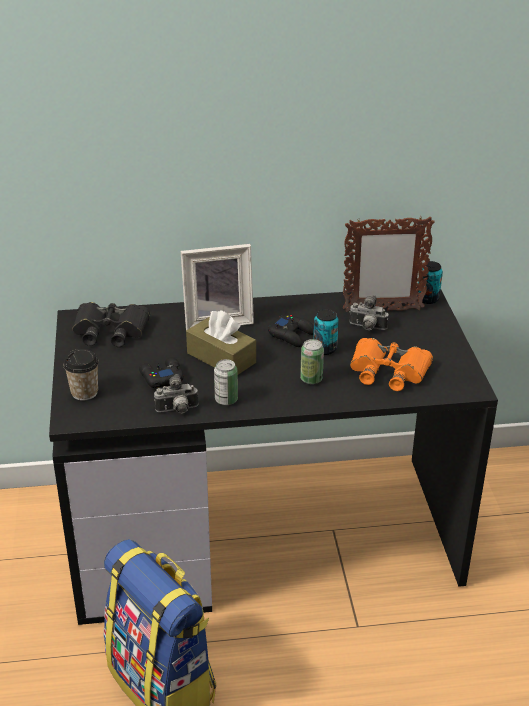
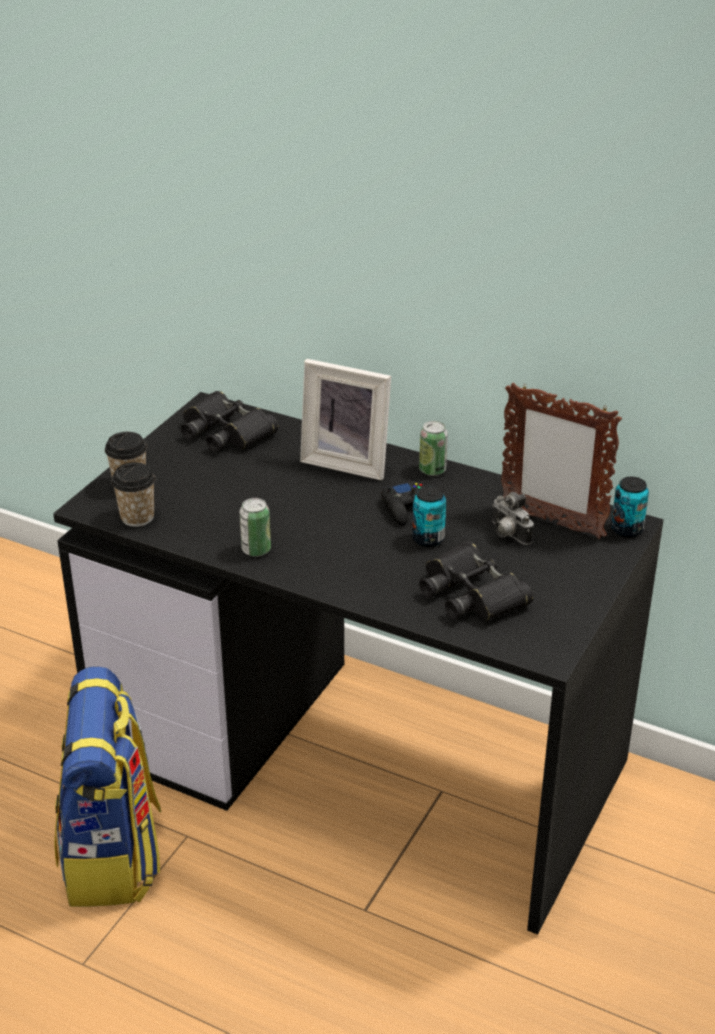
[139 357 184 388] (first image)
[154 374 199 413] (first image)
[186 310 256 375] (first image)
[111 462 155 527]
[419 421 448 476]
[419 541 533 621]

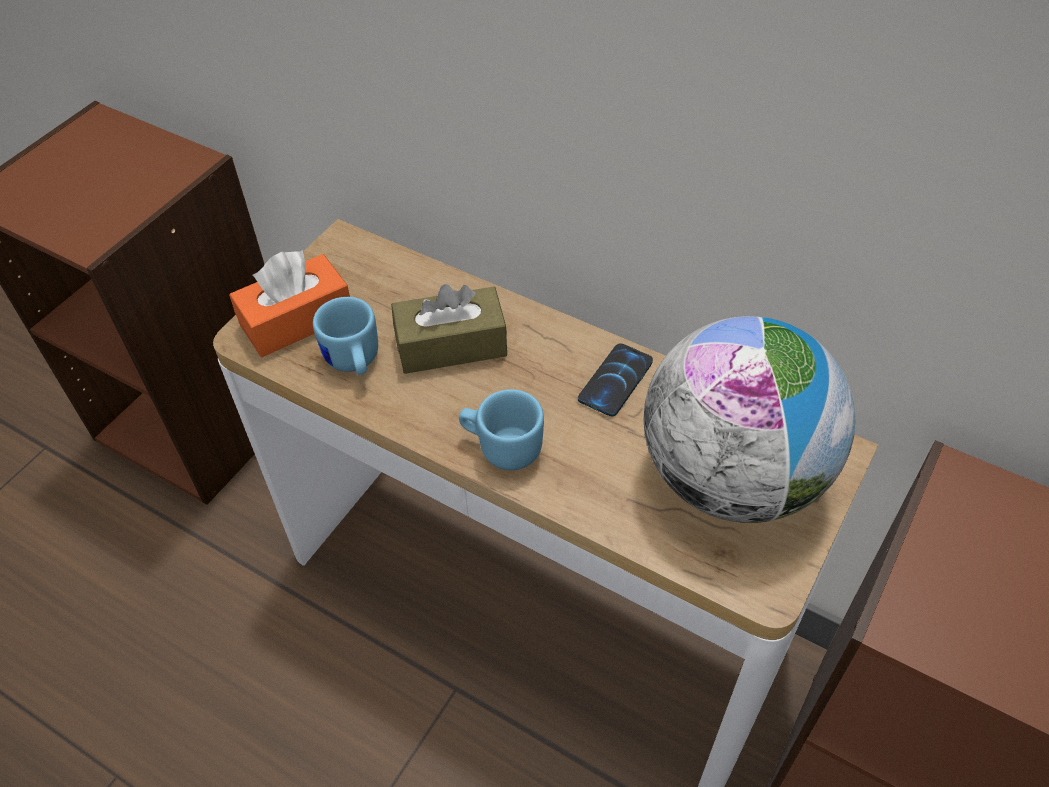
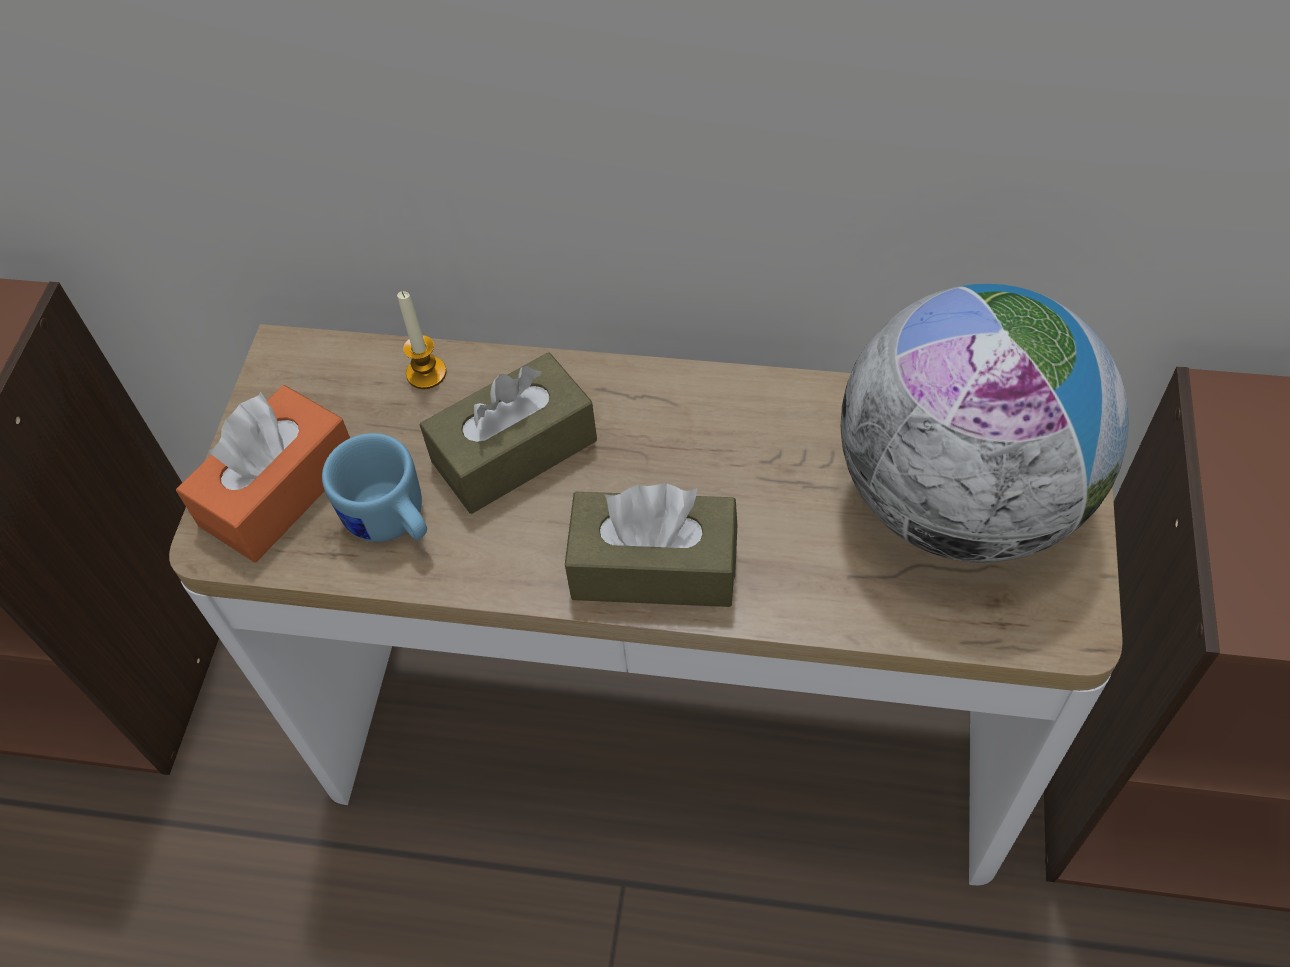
[578 343 653 417] (first image)
[397 291 447 389]
[565 483 737 607]

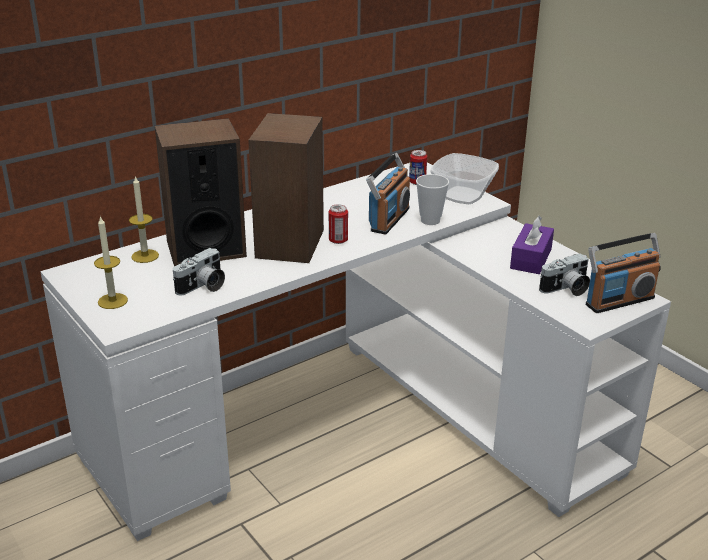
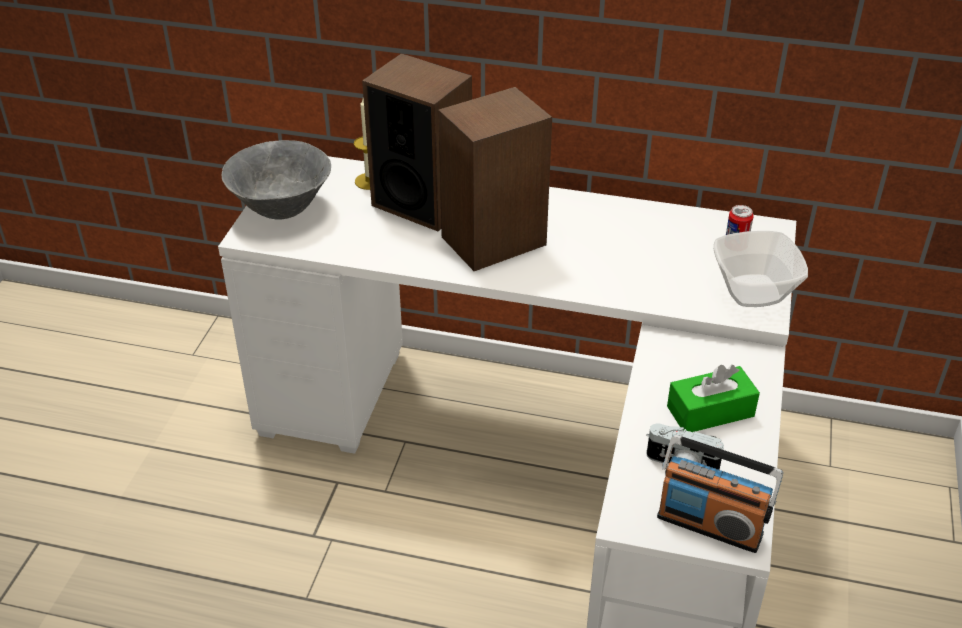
[173 248 225 295] (first image)
[329 204 348 244] (first image)
[366 153 410 234] (first image)
[416 174 449 225] (first image)
[222 140 331 220]
[667 365 760 432]

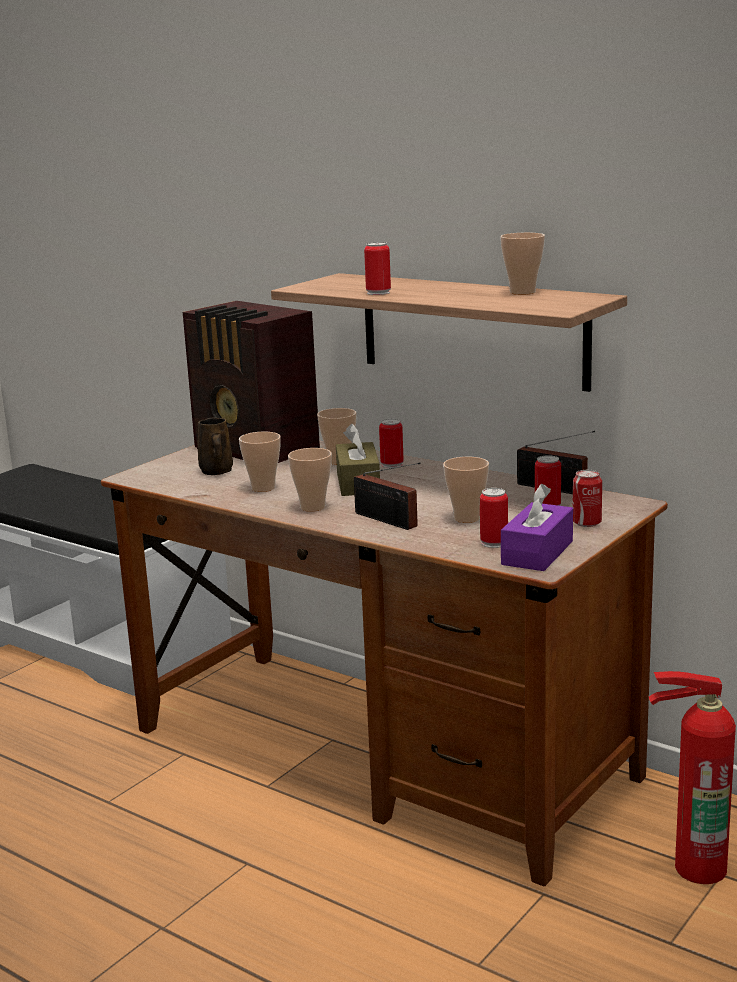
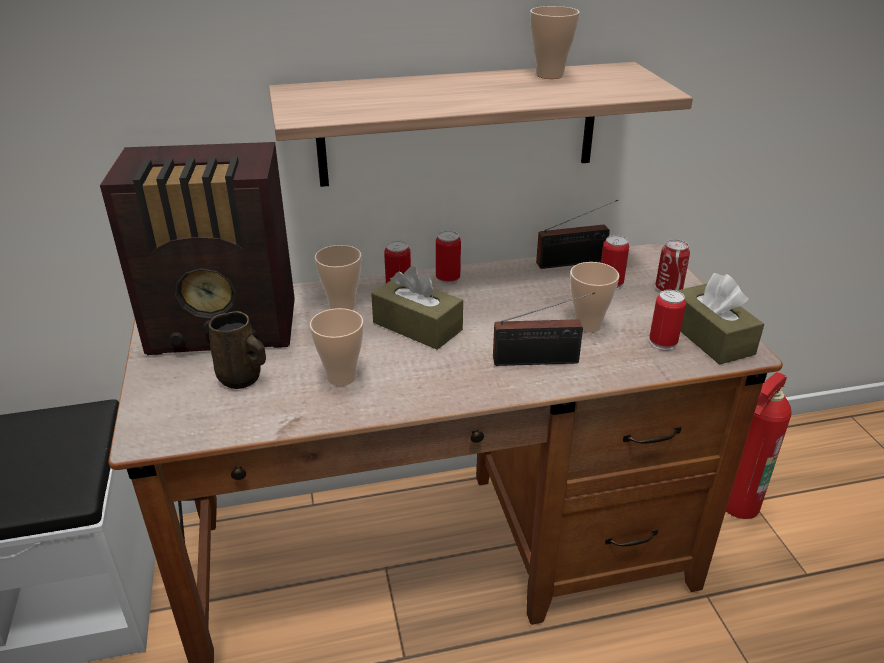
[288 448 332 512] (first image)
[436 231 461 285]
[676 273 764 365]

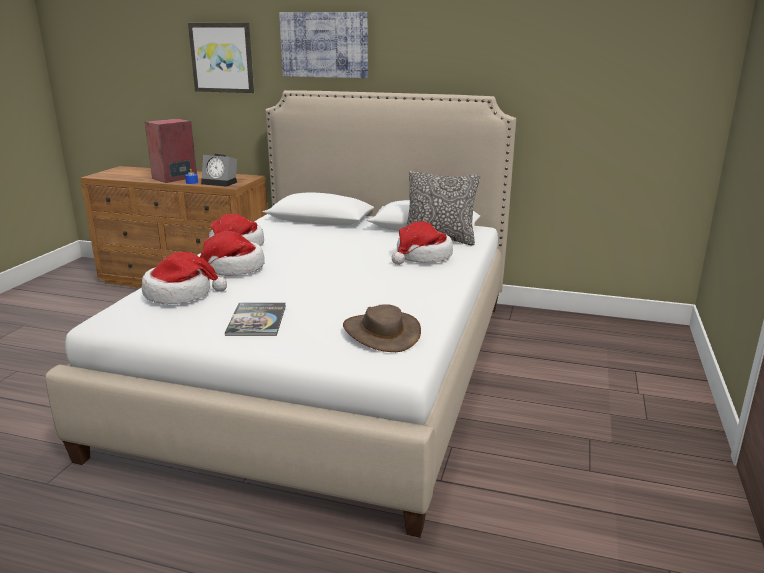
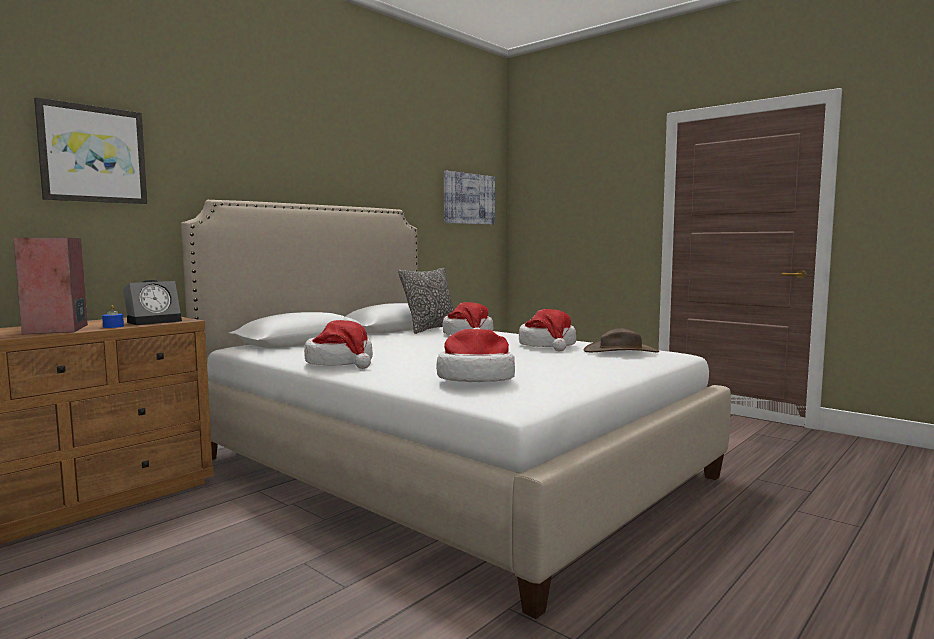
[225 303 286 336] (first image)
[519 309 576 352]
[444 171 495 225]

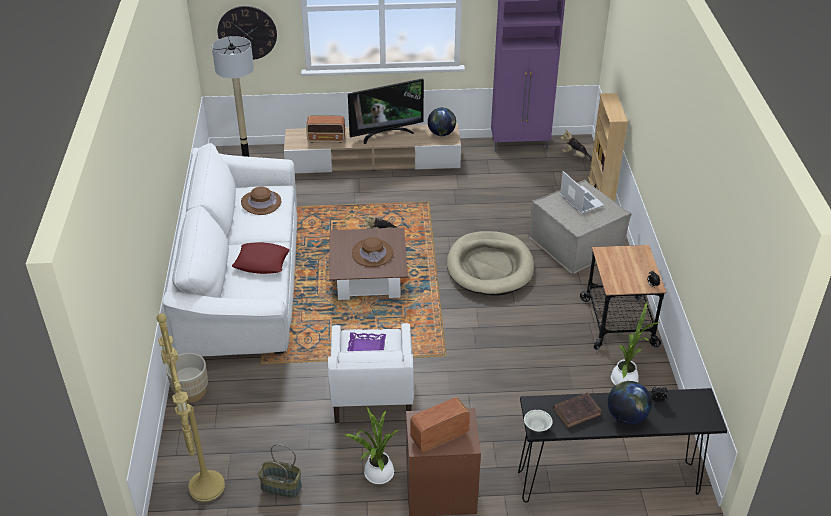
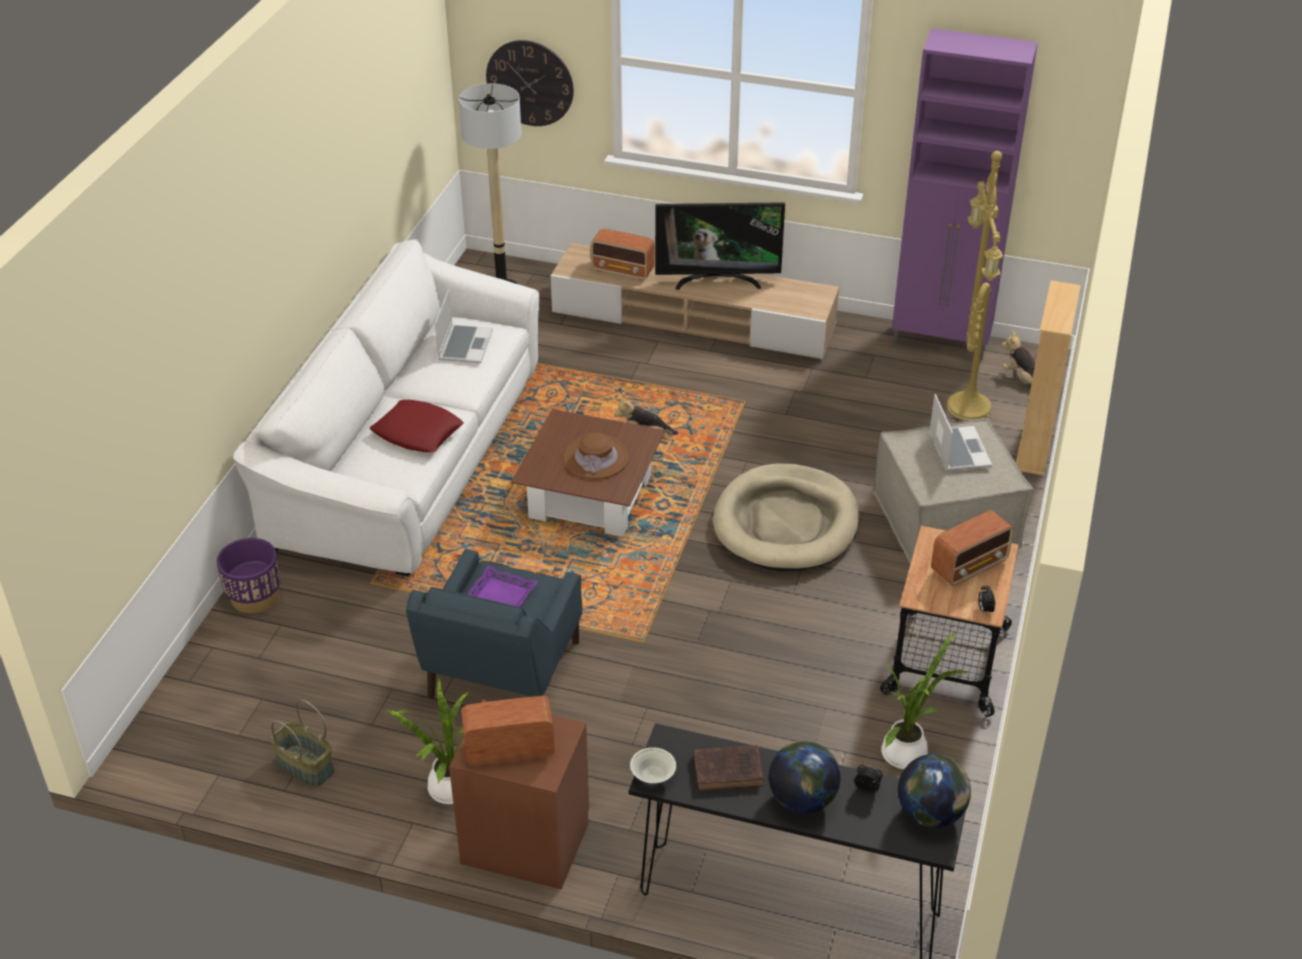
[931 510 1014 586]
[947 151 1003 421]
[898 754 971 828]
[435 290 493 363]
[216 538 280 613]
[406 549 582 699]

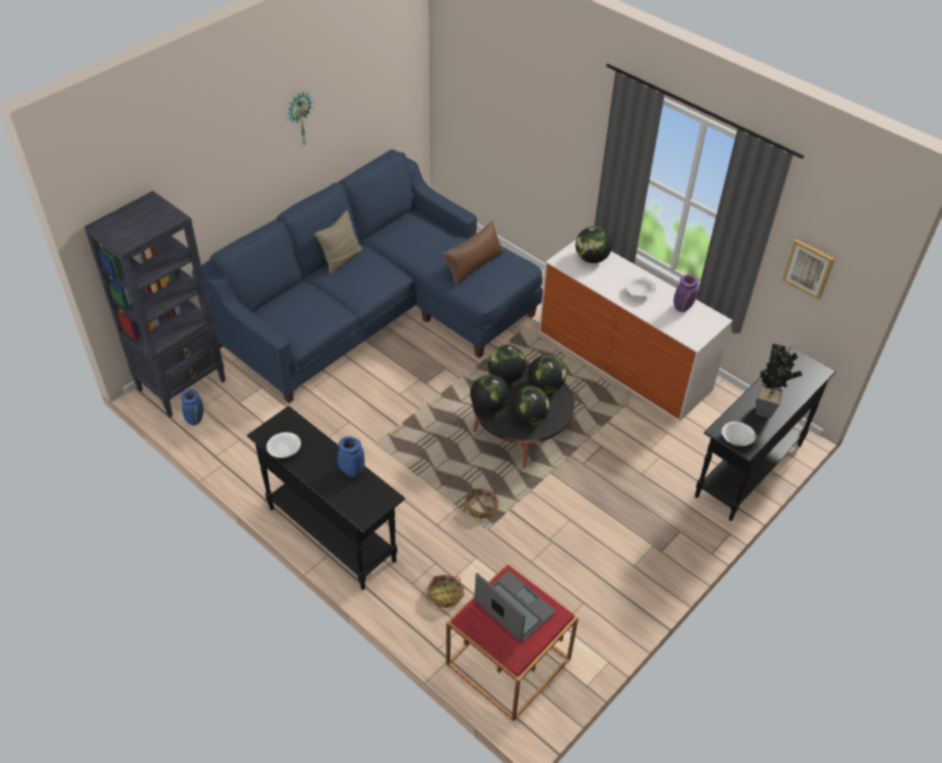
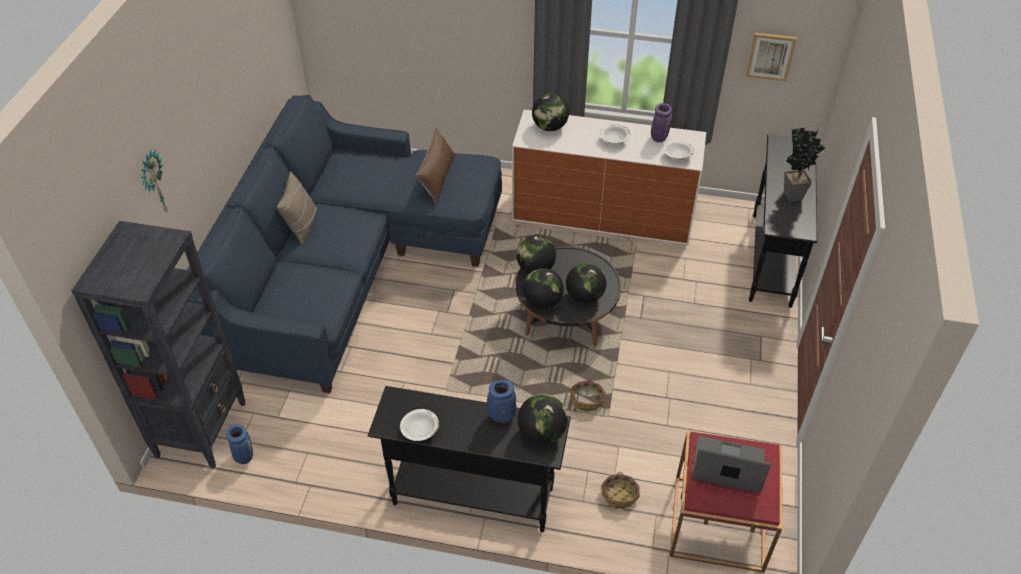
[141 150 168 212]
[518 394 568 445]
[664 141 694 160]

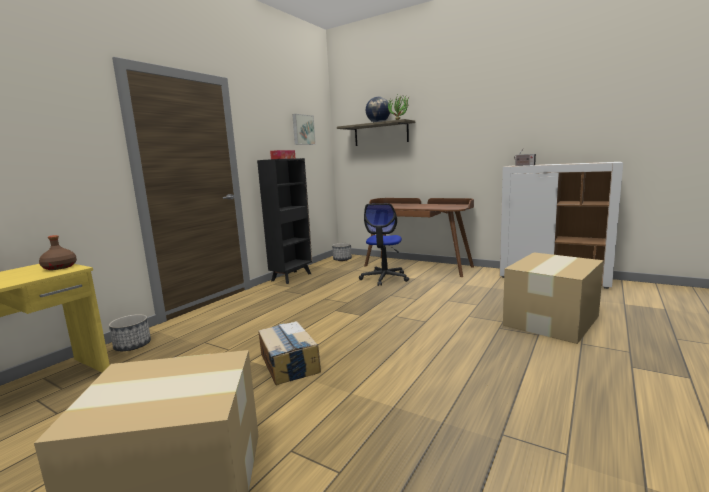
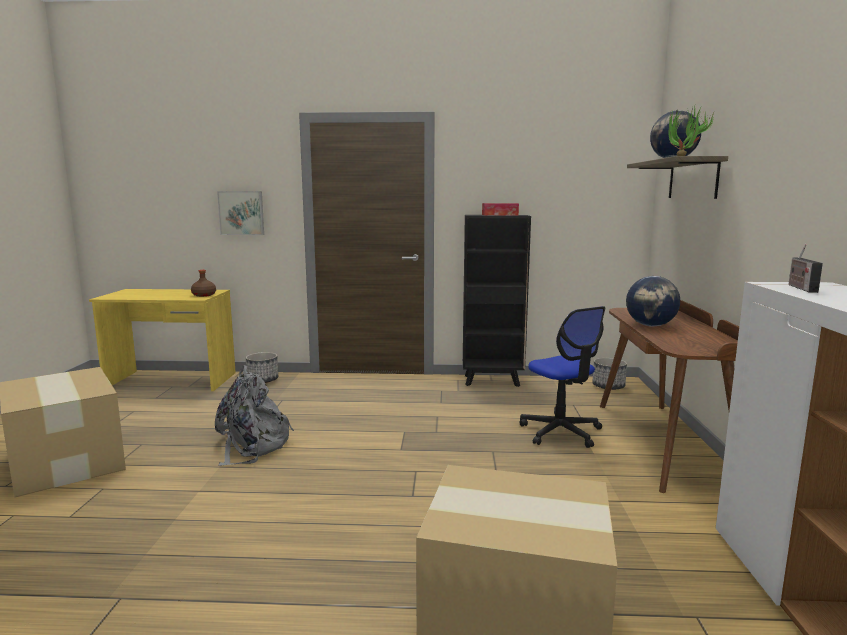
[626 276 680 327]
[217 191 264 235]
[215 365 294 466]
[519 306 605 448]

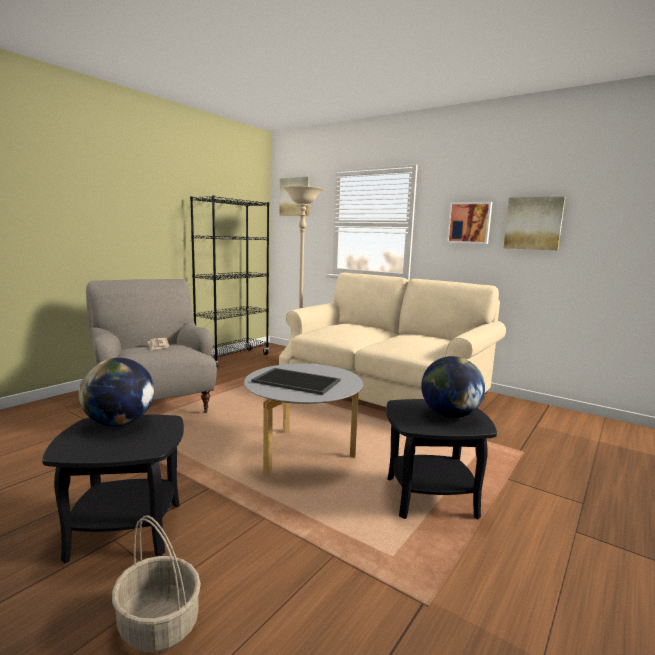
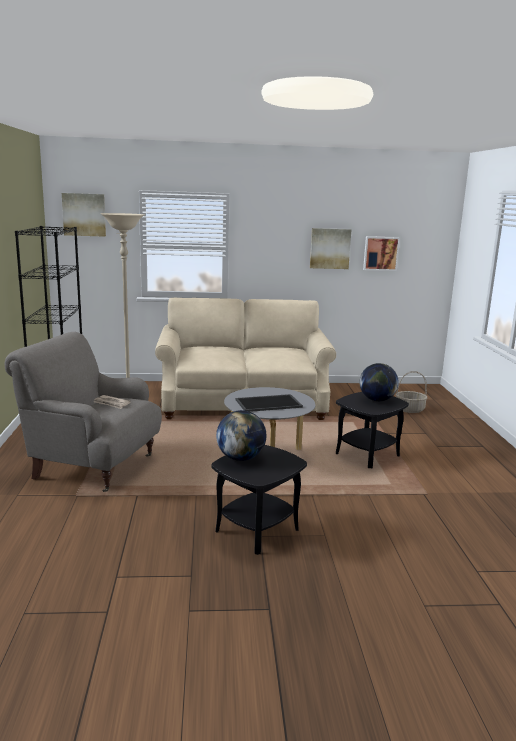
[396 371 427 413]
[363 236 400 271]

